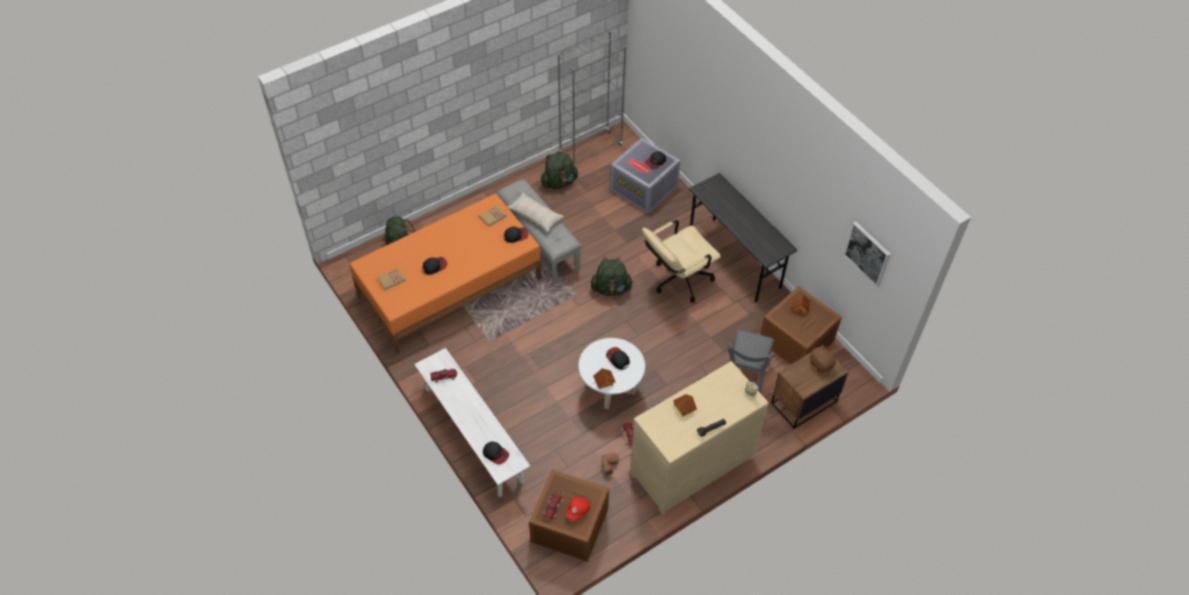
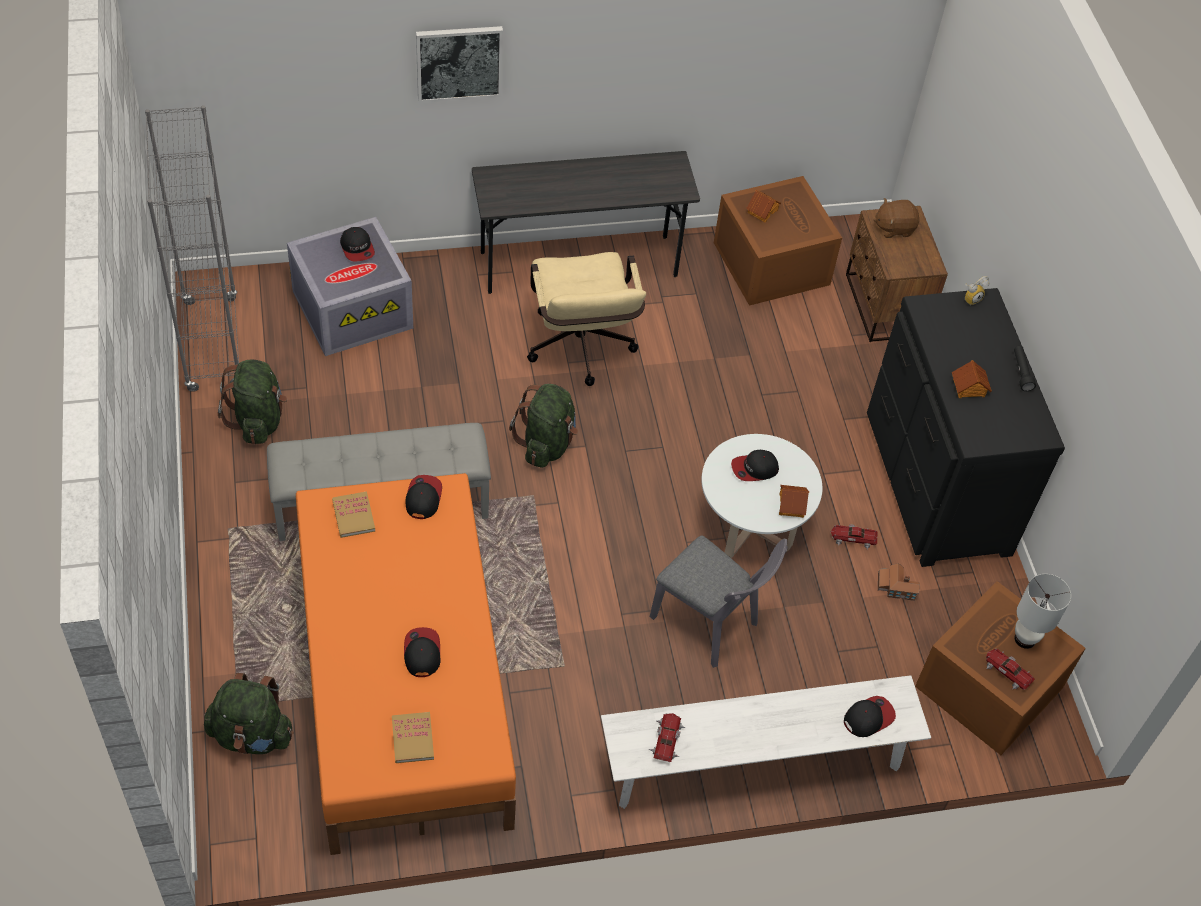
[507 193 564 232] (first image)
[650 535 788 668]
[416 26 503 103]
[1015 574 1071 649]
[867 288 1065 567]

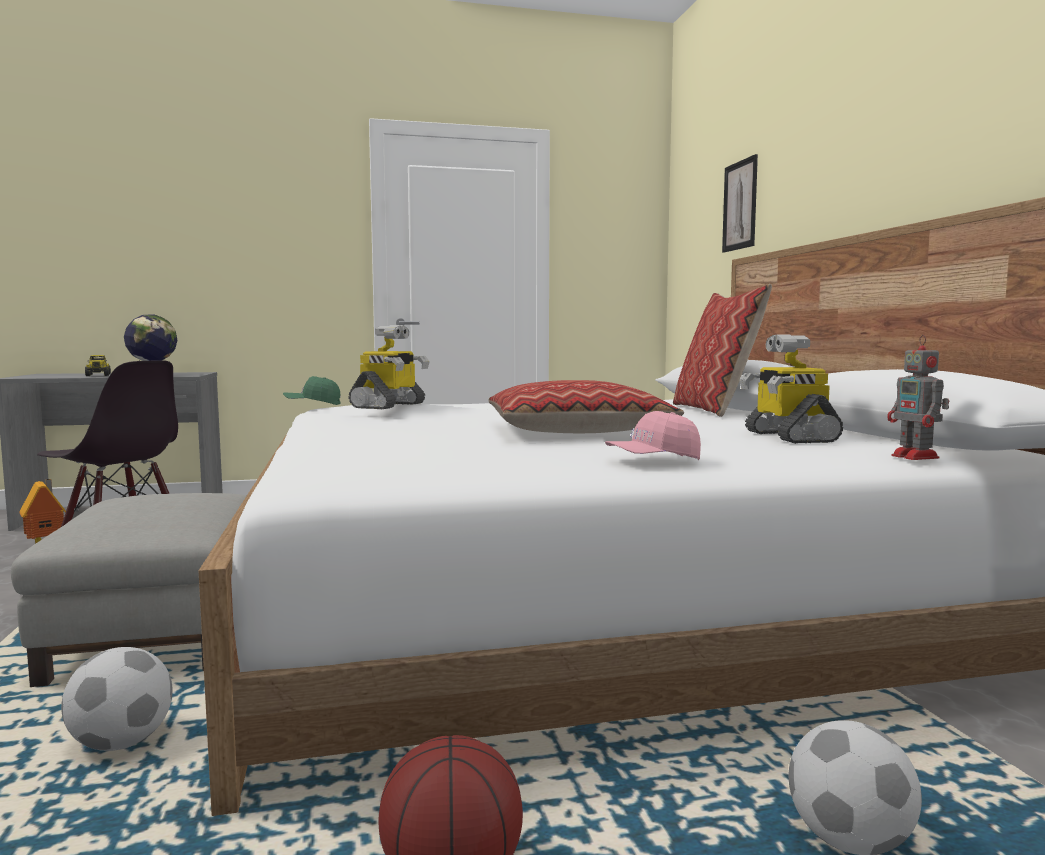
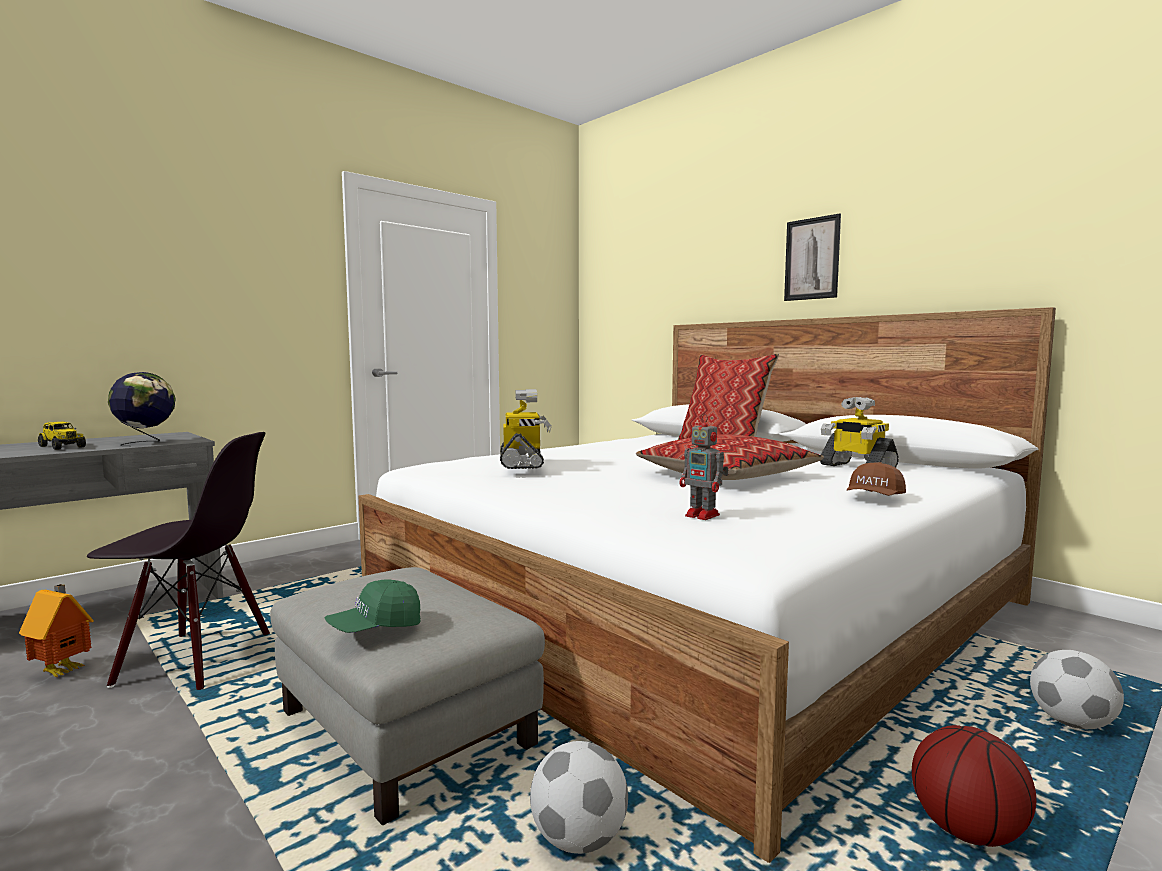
[325 580 421 633]
[784 214 841 301]
[680 414 729 520]
[847 462 906 496]

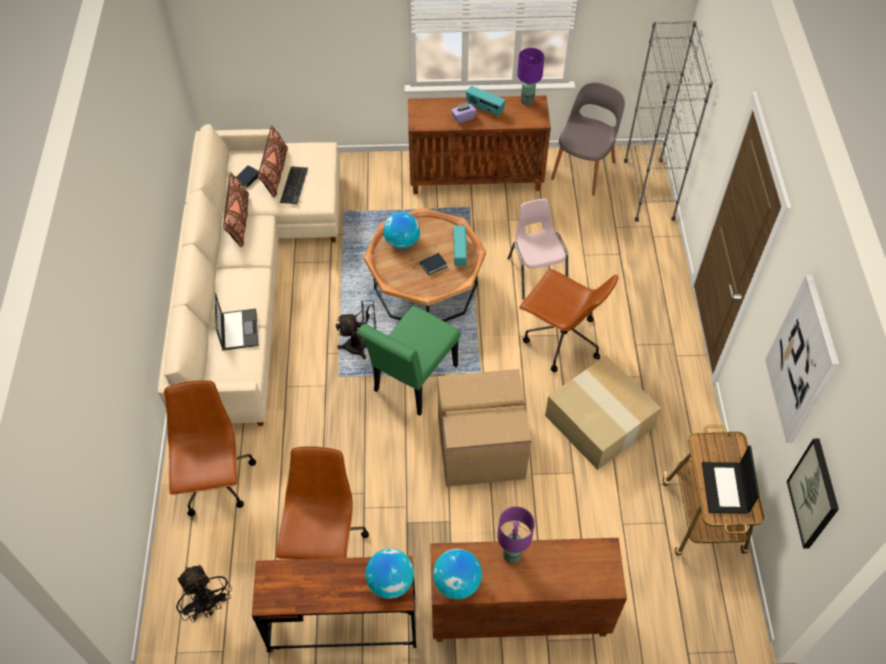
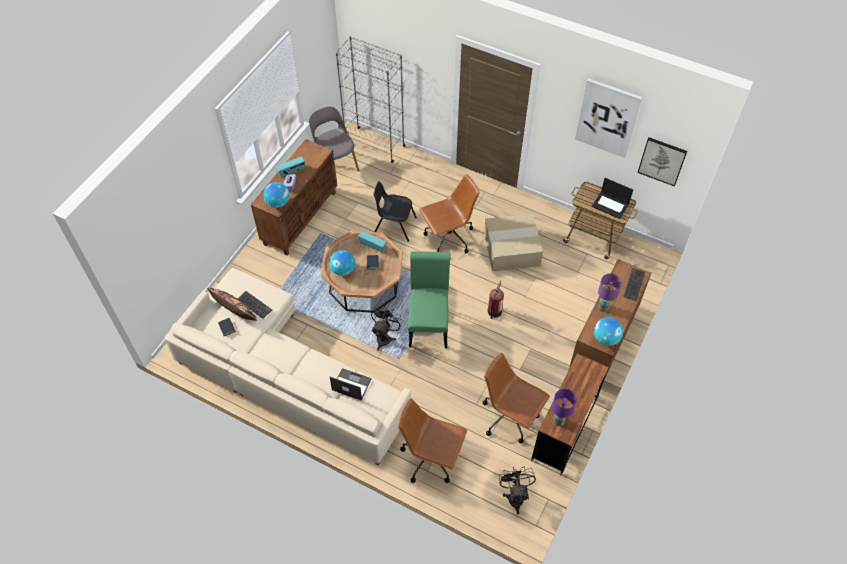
[224 172 249 247] (first image)
[623 268 645 301]
[263 182 290 208]
[552 389 577 426]
[488 281 504 319]
[373 181 417 242]
[499 467 536 514]
[408 251 450 348]

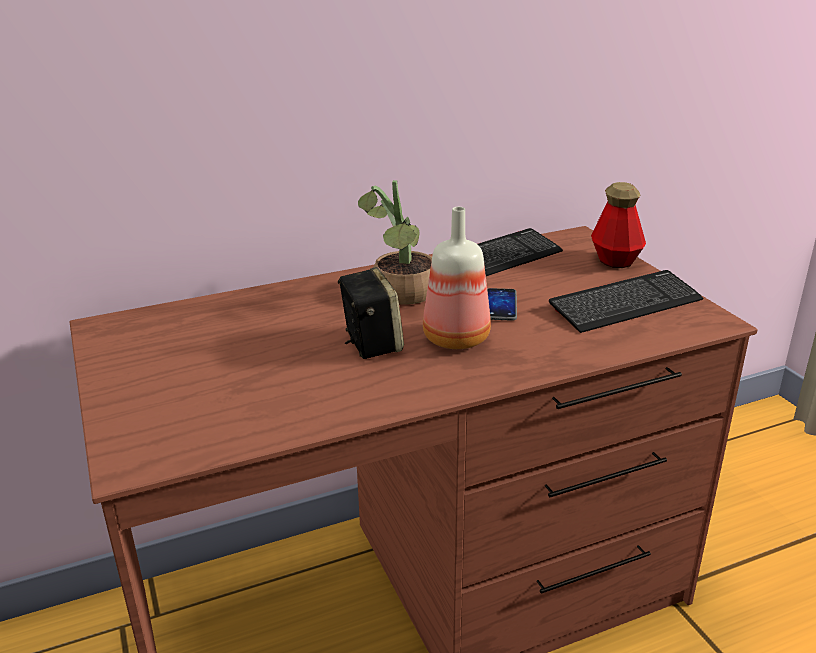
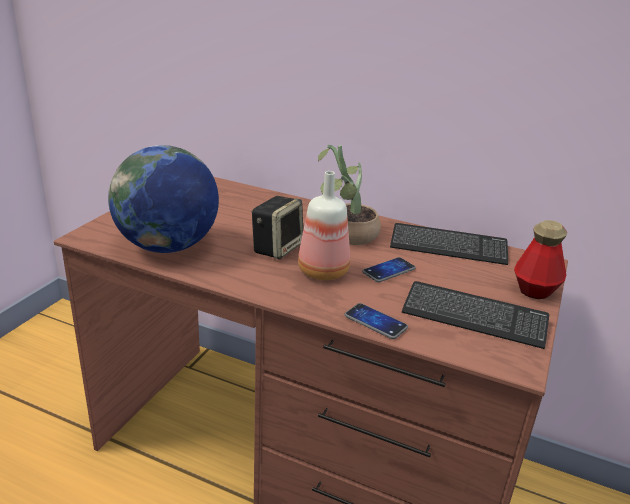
[108 145 219 253]
[345 303 408 339]

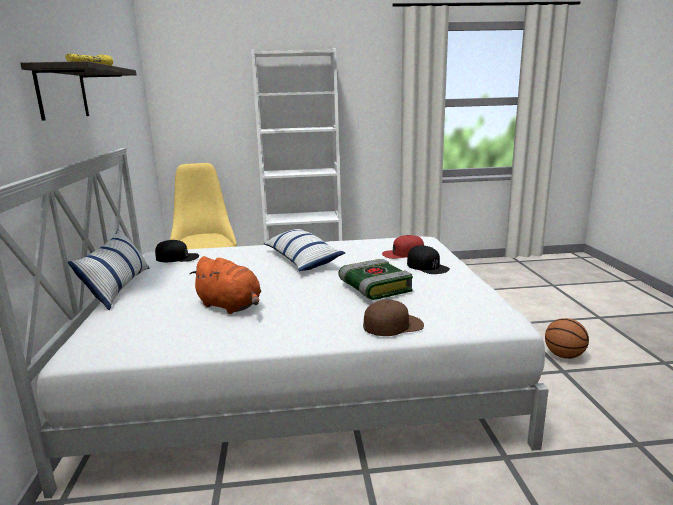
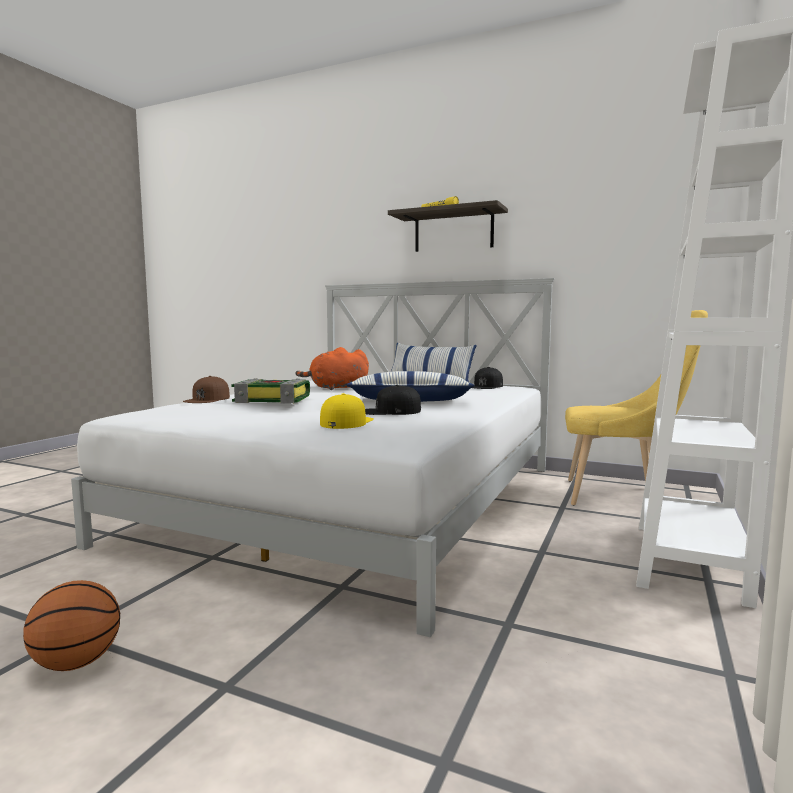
[365 385 421 415]
[320 393 374 429]

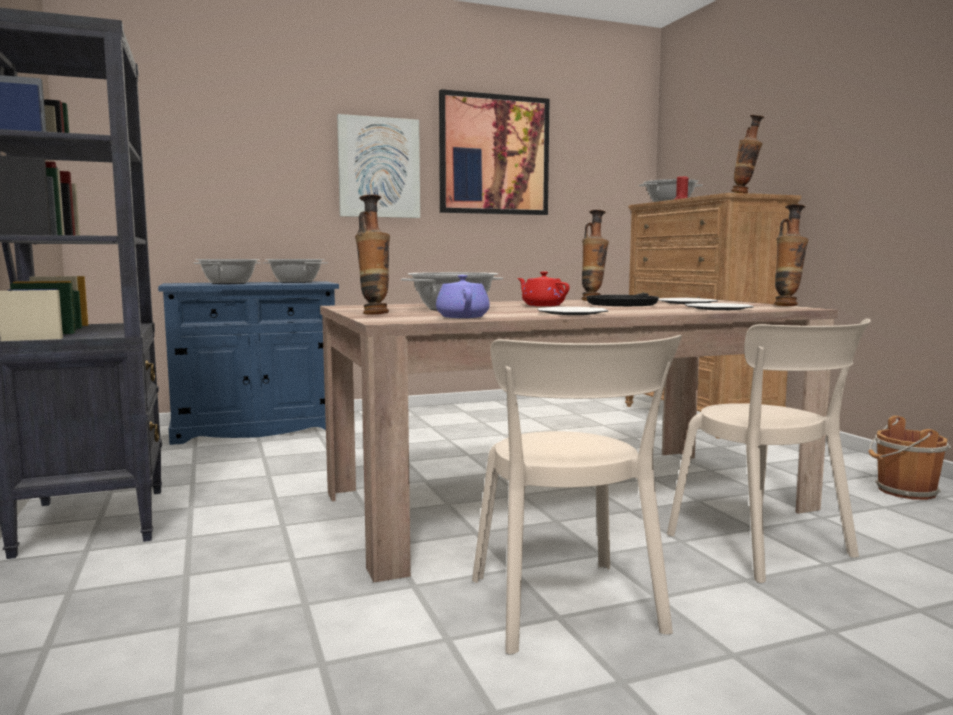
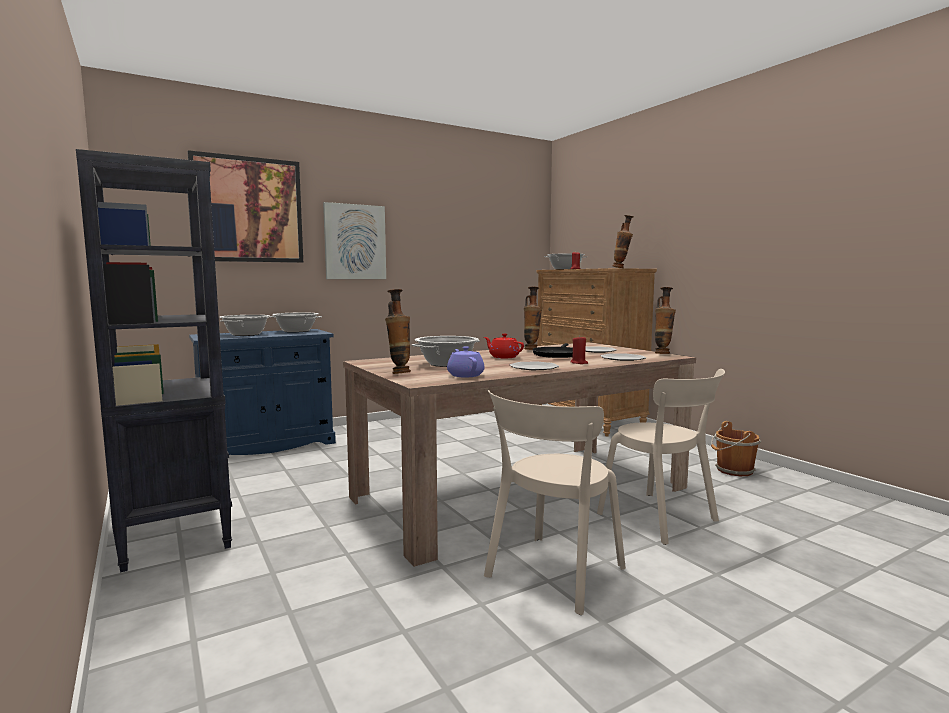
[570 335 588 364]
[188 150 303 263]
[484 390 626 615]

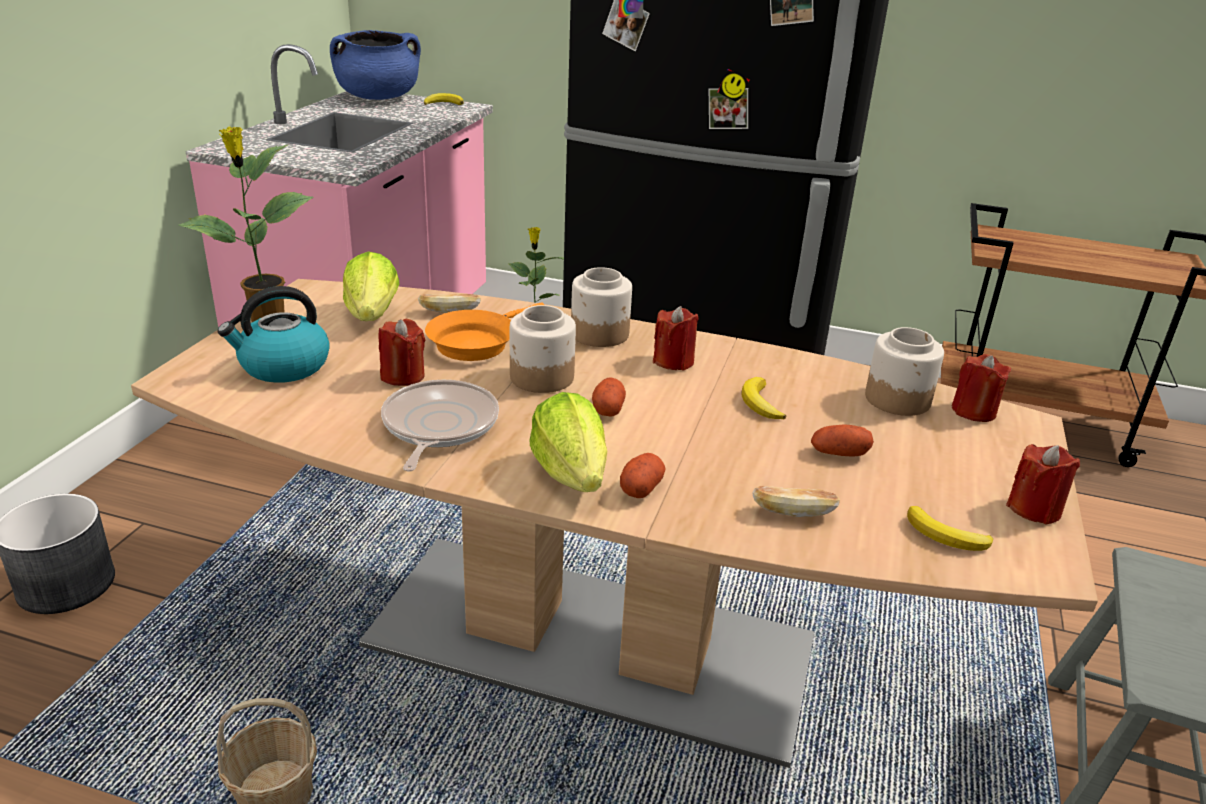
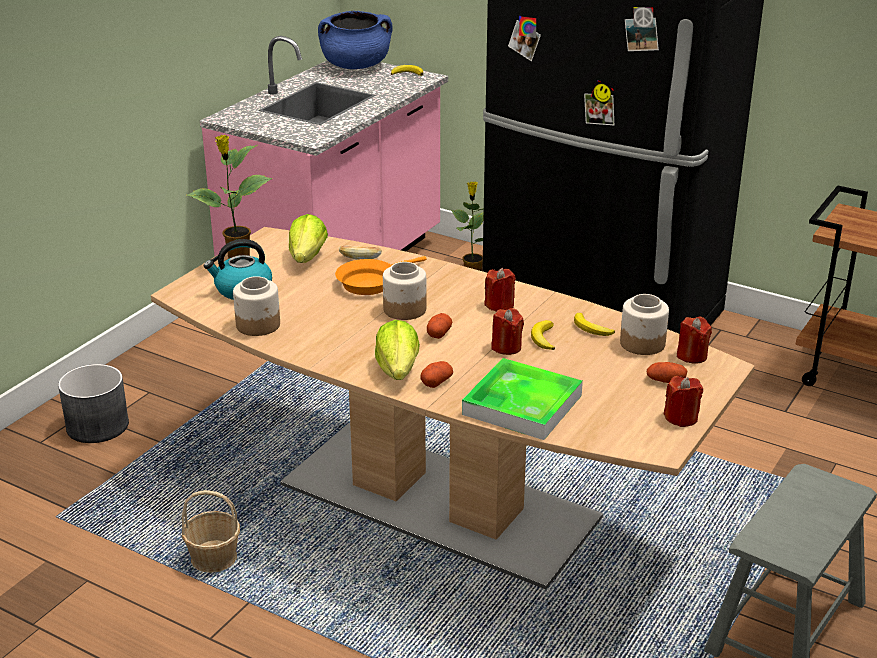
[381 380 499 471] (first image)
[491 308 524 355]
[233 276 280 336]
[647 362 687 383]
[574 313 615 336]
[462 358 583 440]

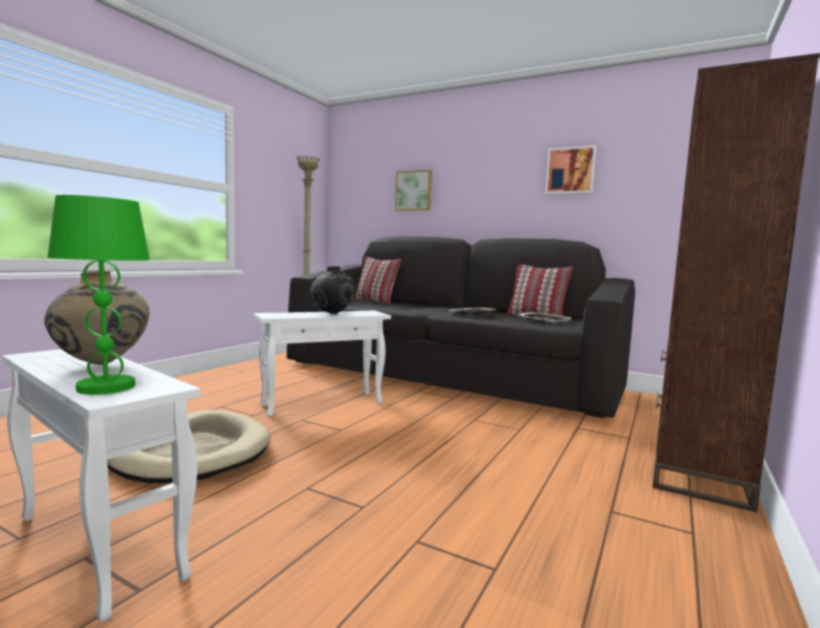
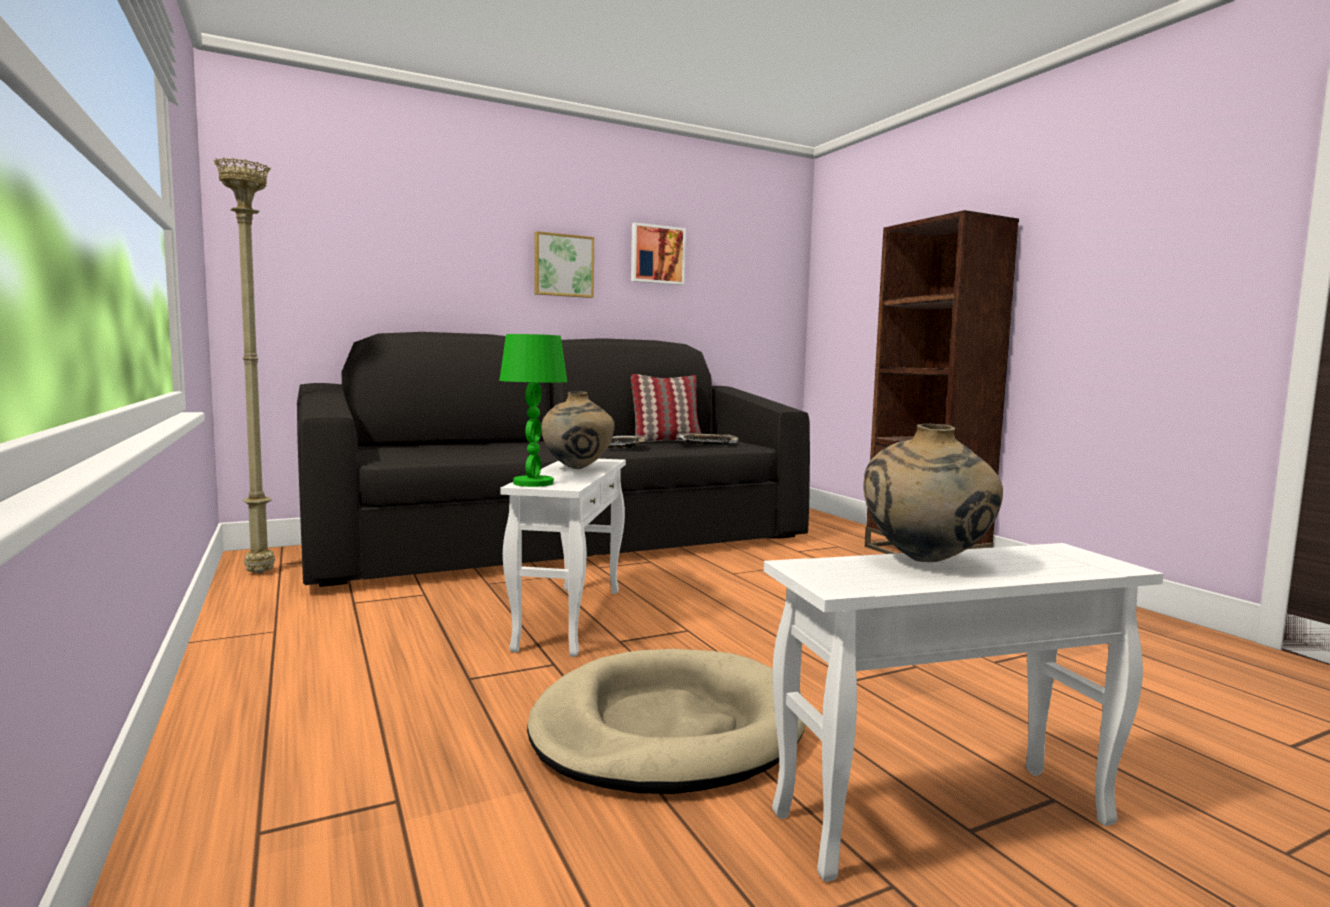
[353 257 401 304] (first image)
[499 334 567 487]
[535 231 594 298]
[541 391 615 469]

